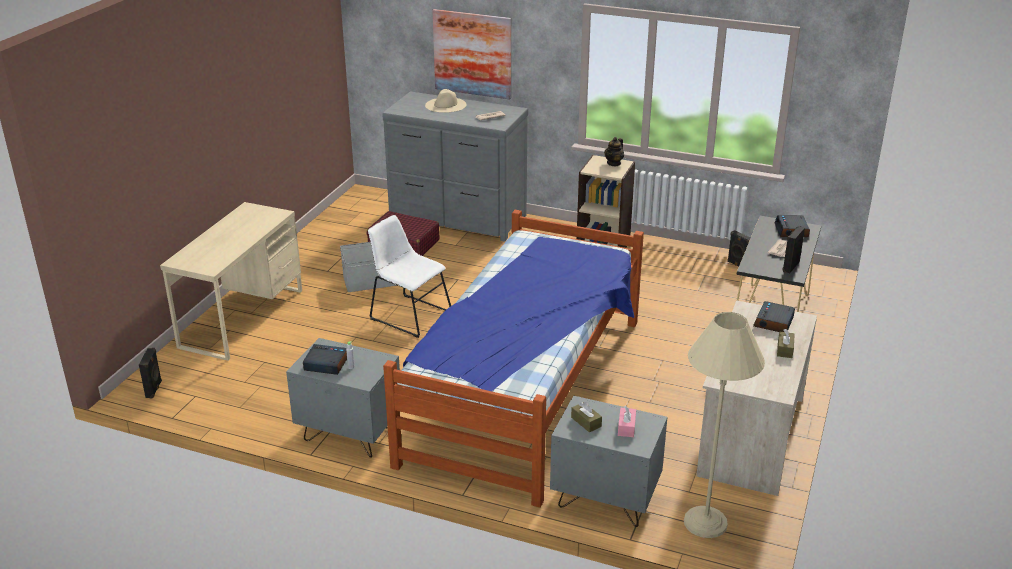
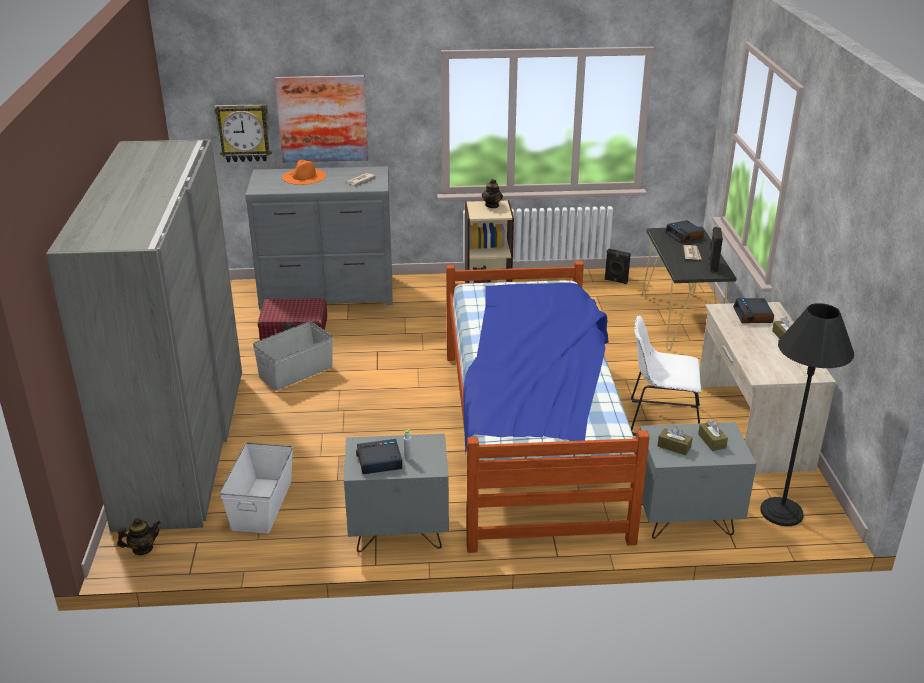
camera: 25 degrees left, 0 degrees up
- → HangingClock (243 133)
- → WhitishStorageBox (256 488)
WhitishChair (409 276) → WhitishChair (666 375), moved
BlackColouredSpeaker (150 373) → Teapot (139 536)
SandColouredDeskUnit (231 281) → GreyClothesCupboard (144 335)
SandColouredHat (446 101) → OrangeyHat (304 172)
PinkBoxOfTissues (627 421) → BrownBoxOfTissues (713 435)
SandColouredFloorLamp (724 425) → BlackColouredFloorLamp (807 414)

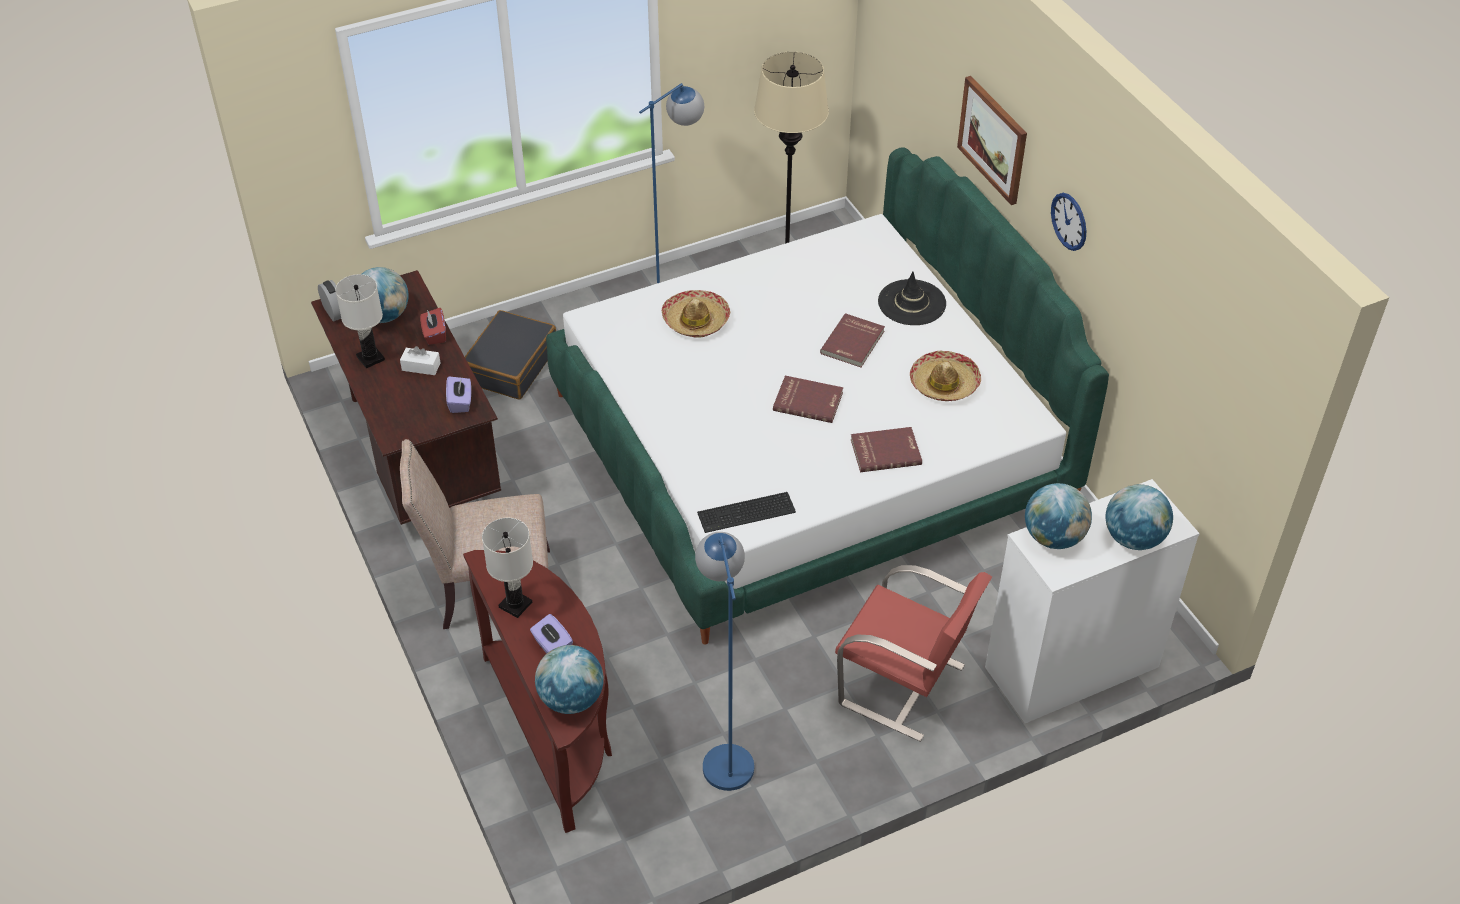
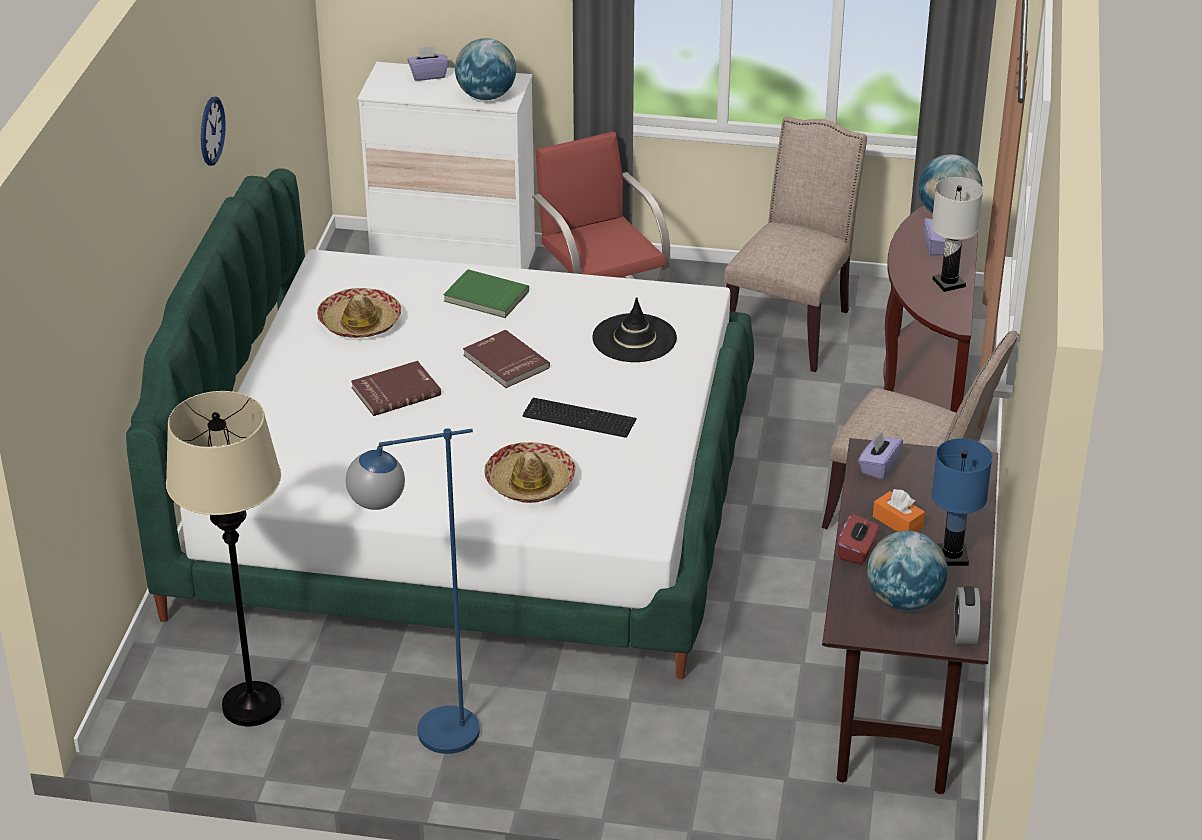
camera: 145 degrees left, 10 degrees down
BlackColouredSuitcase (510 354) → -
WallArt (992 140) → -
Keyboard (746 512) → Keyboard (580 418), moved
BlackColouredHat (912 298) → BlackColouredHat (634 329), moved
BlueFloorLamp (724 661) → SandColouredChair (795 244)
Globe (1139 517) → PurpleColouredBoxOfTissues (428 63)
WhitishTabletopLamp (360 321) → BlueTabletopLamp (961 502)
WhitishBoxOfTissues (420 360) → OrangeyBoxOfTissues (899 510)
RedVolume (886 449) → GreenColouredVolume (486 293)

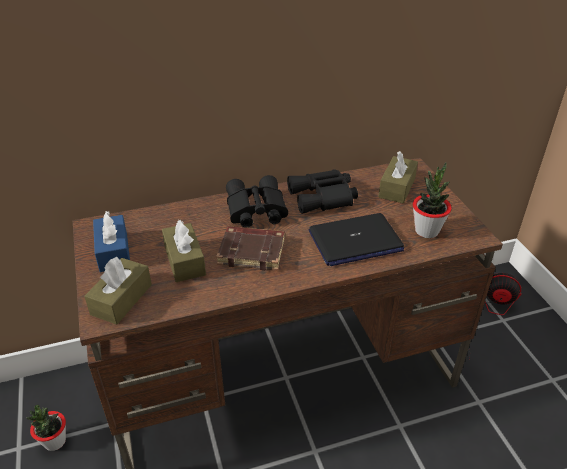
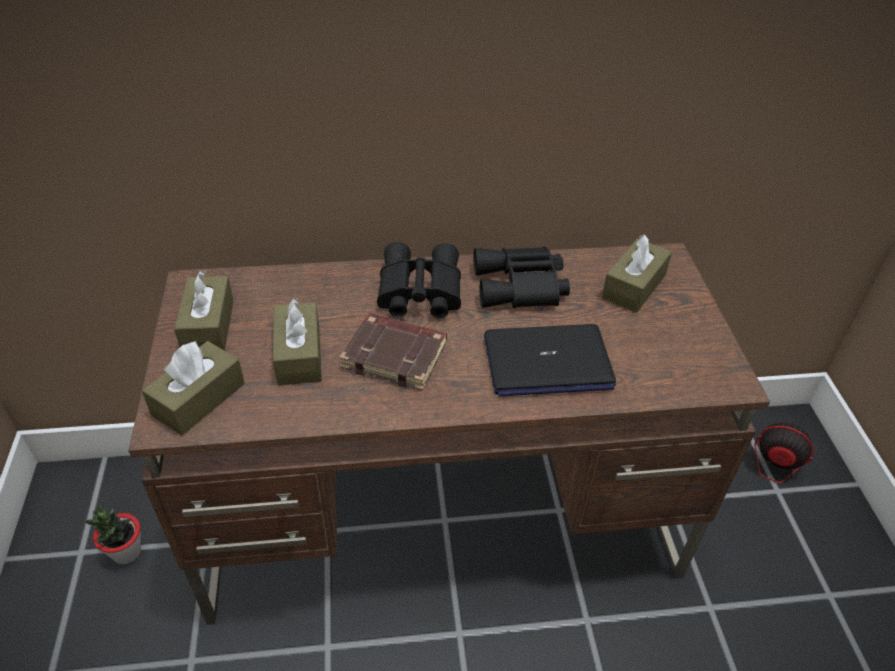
camera: 10 degrees right, 5 degrees up
PottedPlant (432 200) → -
BlueBoxOfTissues (111 241) → BrownBoxOfTissues (204 310)

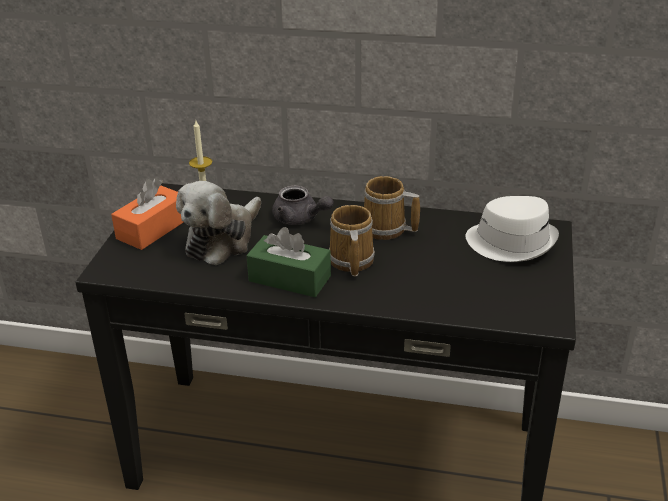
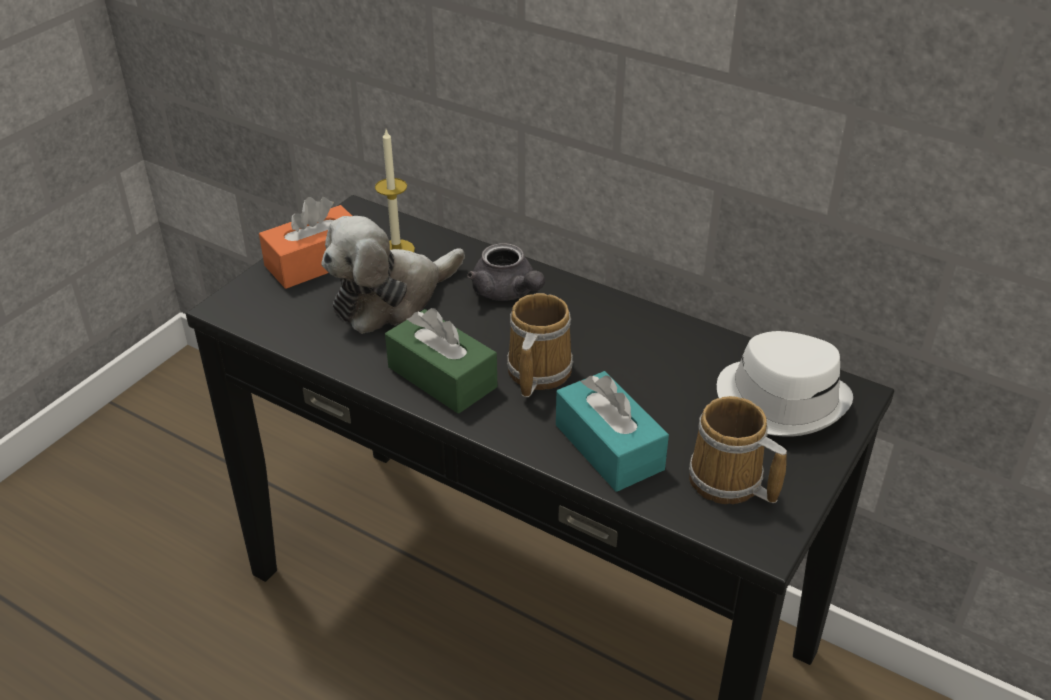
camera: 20 degrees right, 5 degrees up
- → TurquoiseBoxOfTissues (612 431)
Mug (392 208) → Mug (738 450), moved

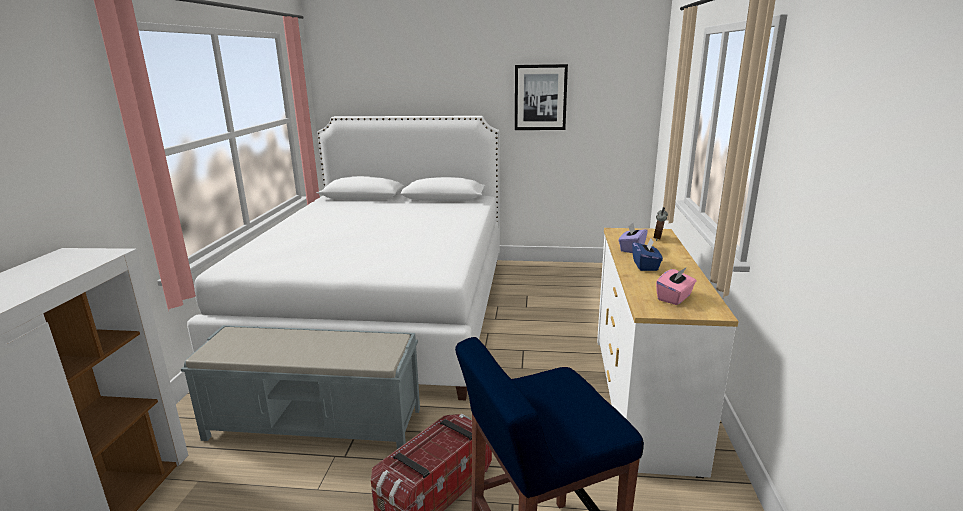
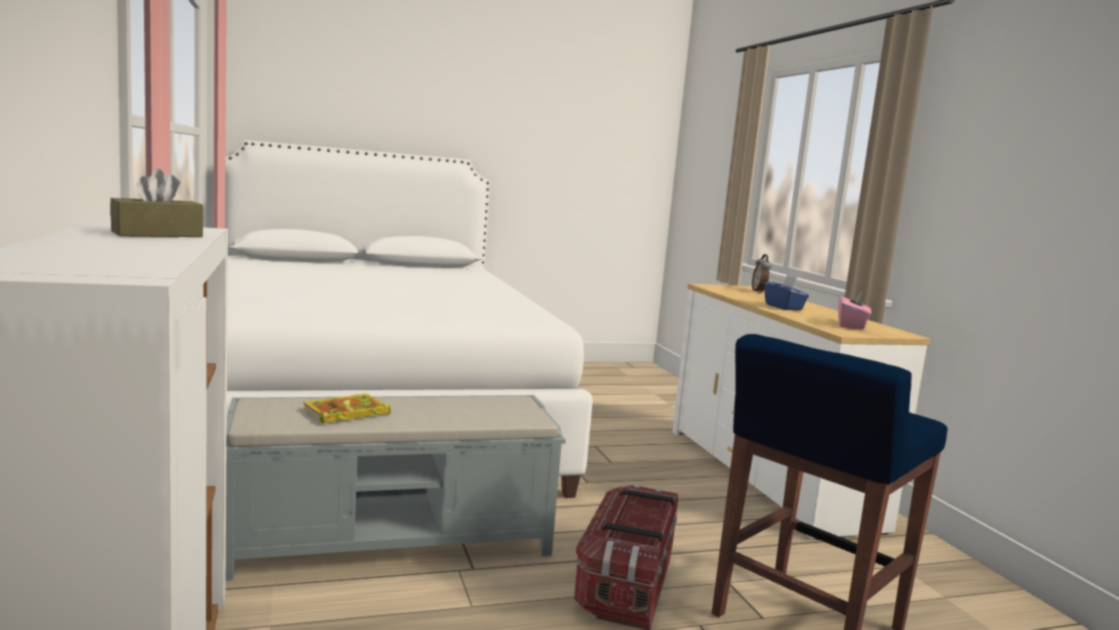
camera: 25 degrees left, 10 degrees down
WallArt (541 97) → -
PurpleColouredBoxOfTissues (633 238) → -
- → BrownBoxOfTissues (156 203)
- → Volume (347 409)

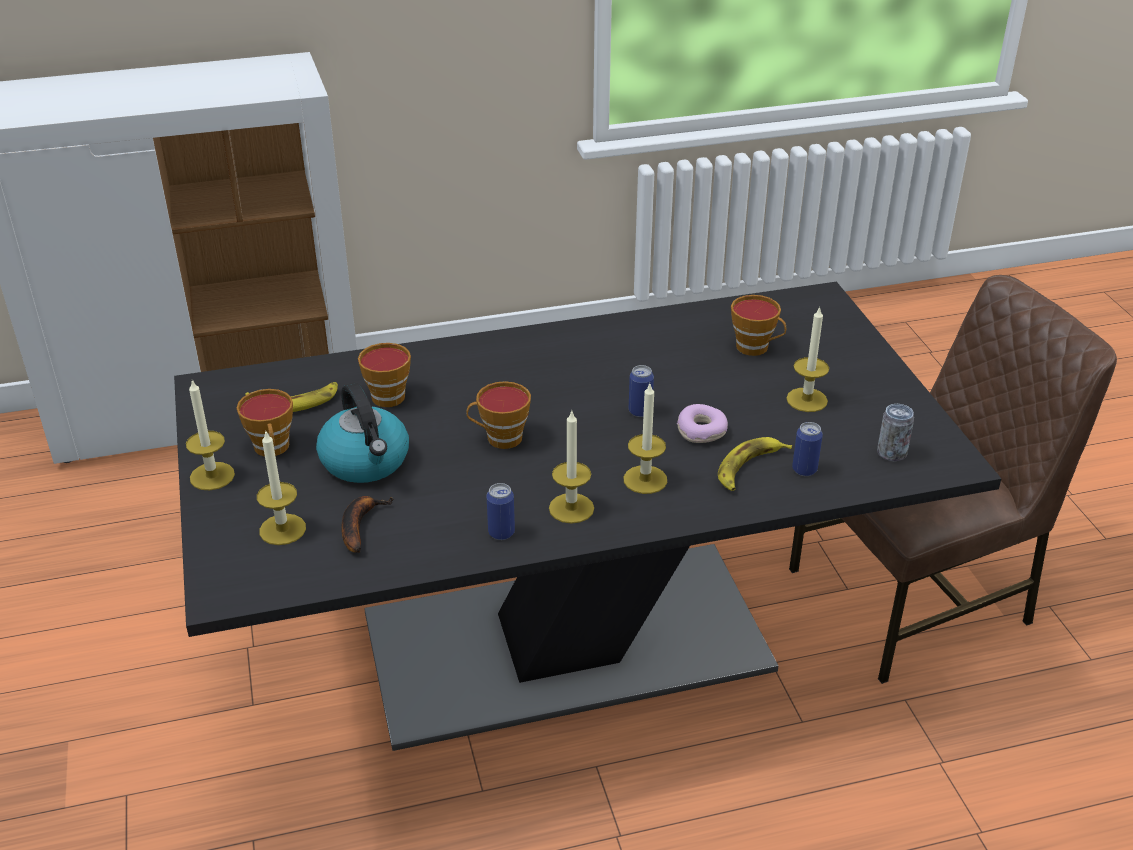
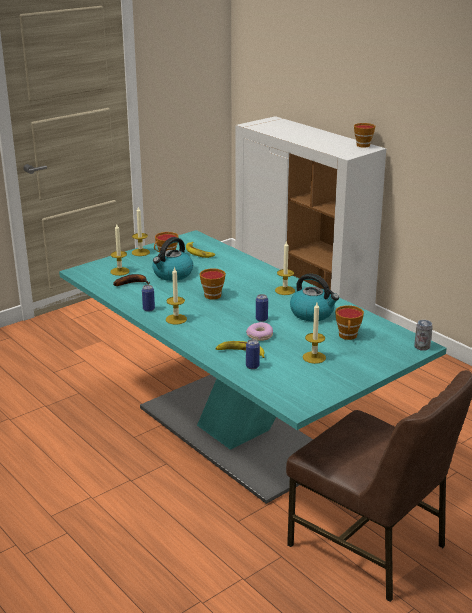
camera: 65 degrees right, 10 degrees down
- → Kettle (314 297)
SmallCup (384 375) → SmallCup (364 135), moved
WaxCandle (645 439) → WaxCandle (285 267), moved
SealedCan (895 432) → SealedCan (423 335), moved
BlackColouredKitchenTable (587 516) → TurquoiseKitchenTable (253 367)

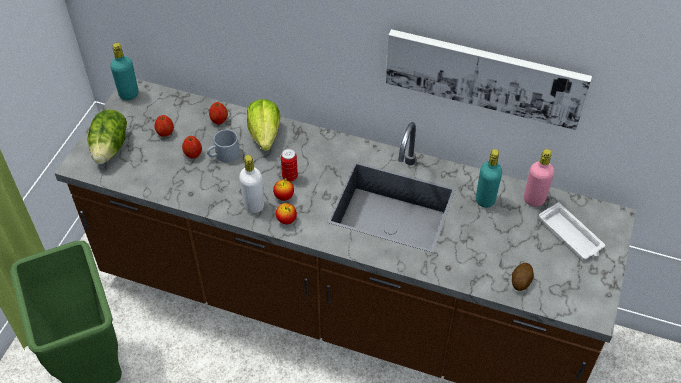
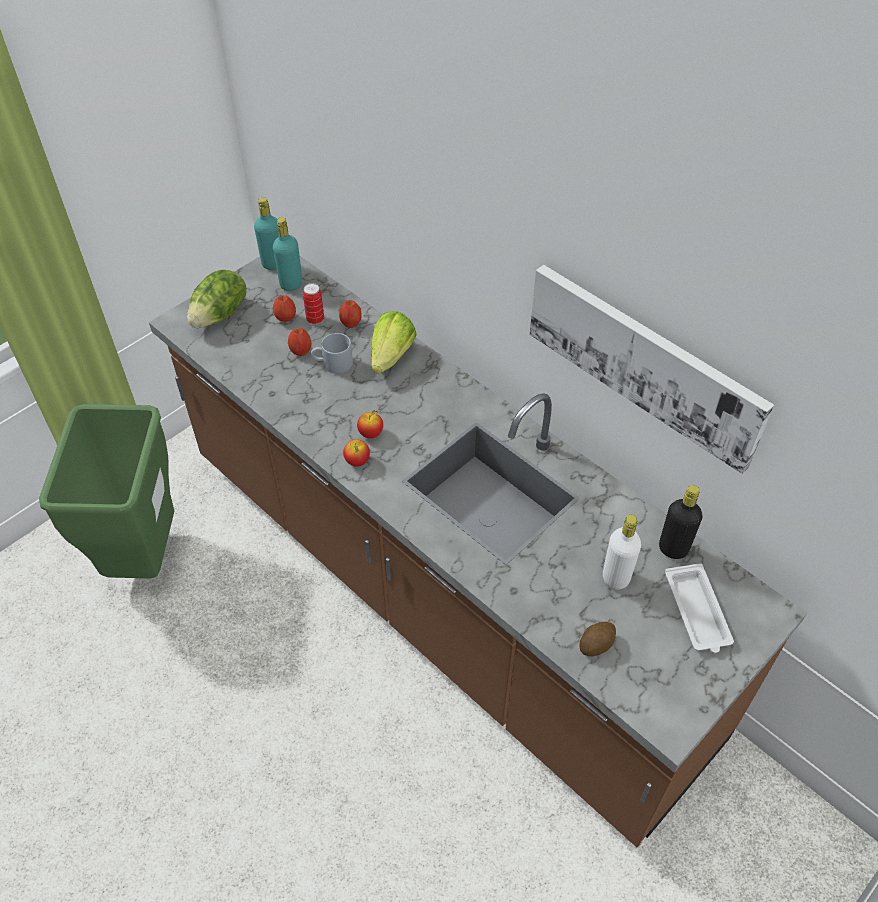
camera: 25 degrees right, 0 degrees up
WhitishDrinkBottle (251 184) → WhitishDrinkBottle (622 552), moved
SealedCan (289 165) → SealedCan (313 303), moved
TurquoiseDrinkBottle (489 178) → TurquoiseDrinkBottle (287 254), moved
PinkDrinkBottle (539 178) → BlackColouredDrinkBottle (680 522)

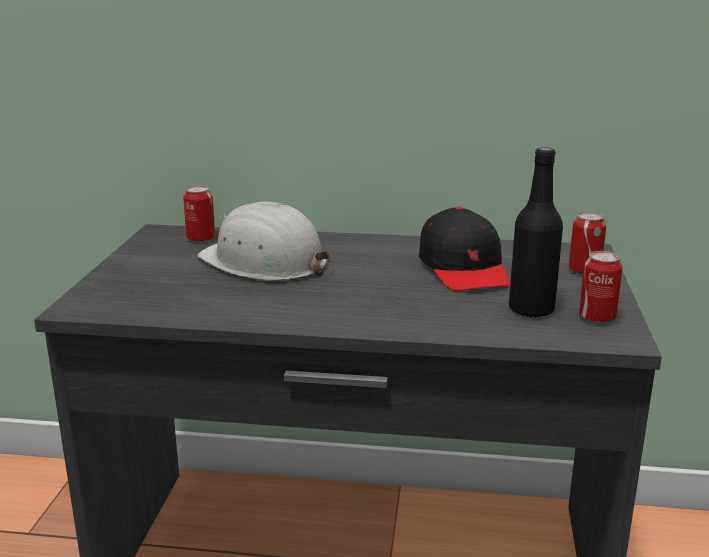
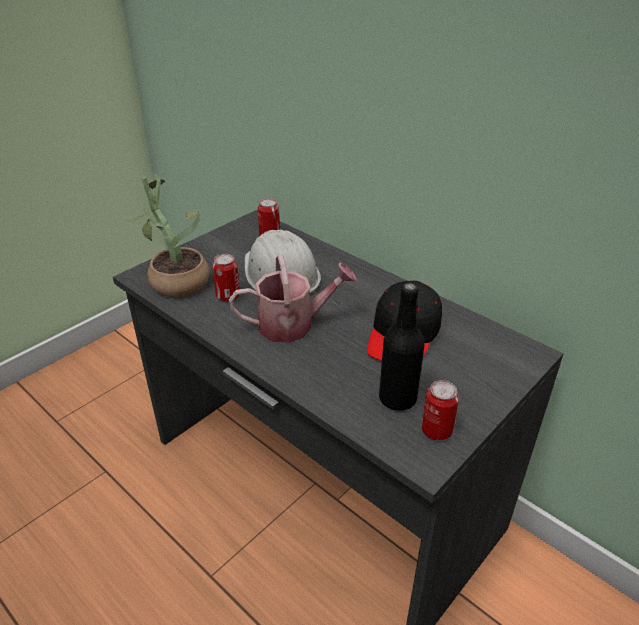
camera: 35 degrees right, 15 degrees up
- → PottedPlant (168 236)
- → WateringCan (293 298)
SealedCan (587 243) → SealedCan (226 277), moved

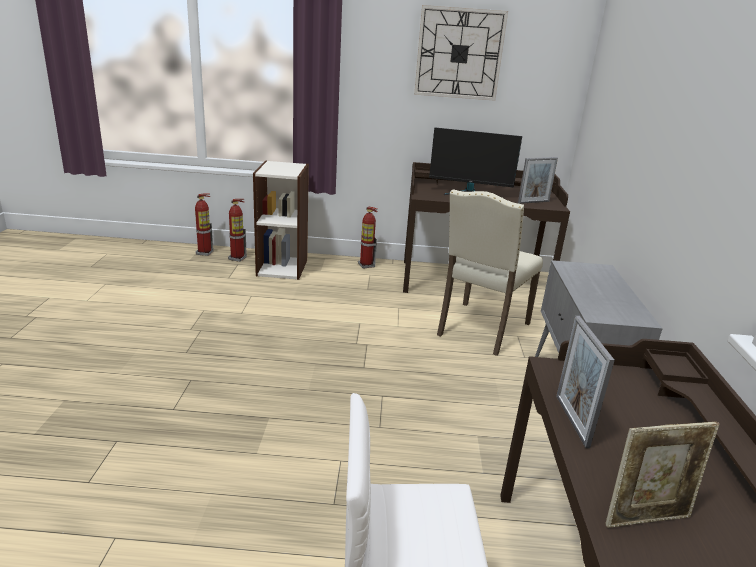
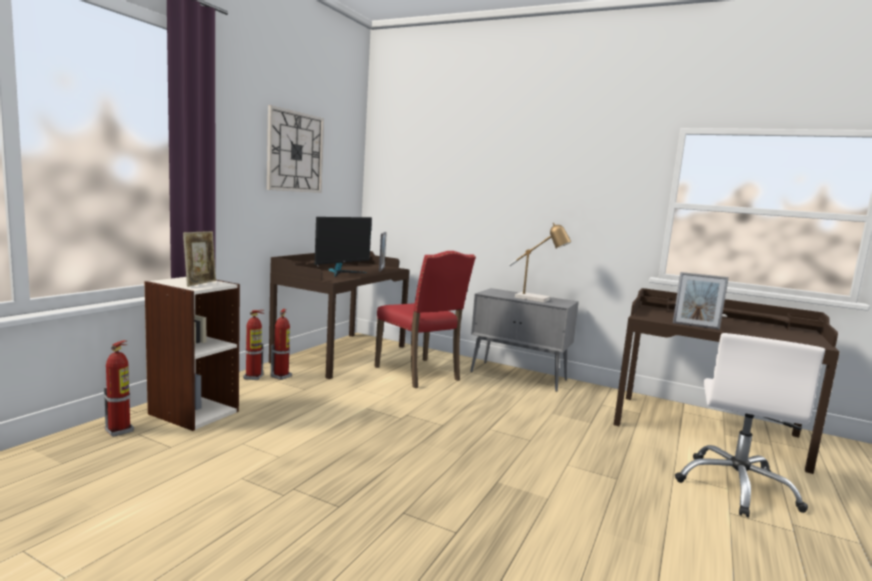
camera: 65 degrees left, 15 degrees down
- → TabletopLamp (540 263)
Extinguisher (204 224) → Extinguisher (281 344), moved
PictureFrame (662 475) → PictureFrame (199 259), moved
SandColouredChair (490 272) → RedChair (425 319)

